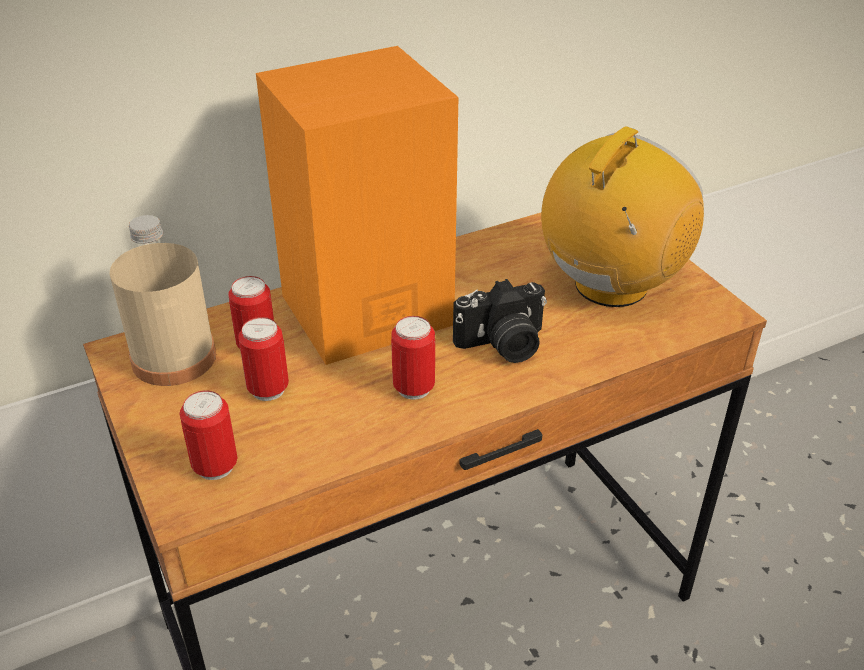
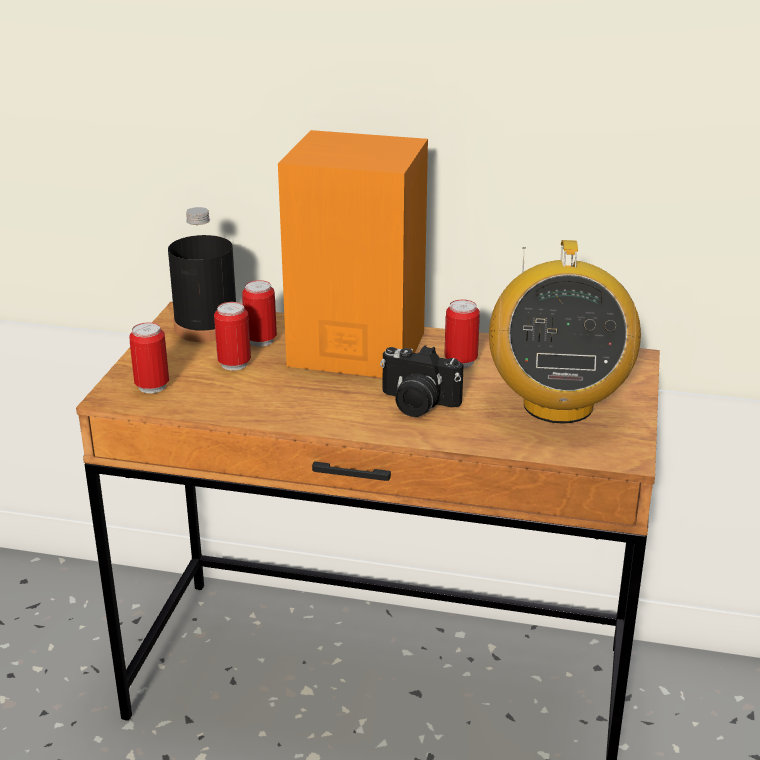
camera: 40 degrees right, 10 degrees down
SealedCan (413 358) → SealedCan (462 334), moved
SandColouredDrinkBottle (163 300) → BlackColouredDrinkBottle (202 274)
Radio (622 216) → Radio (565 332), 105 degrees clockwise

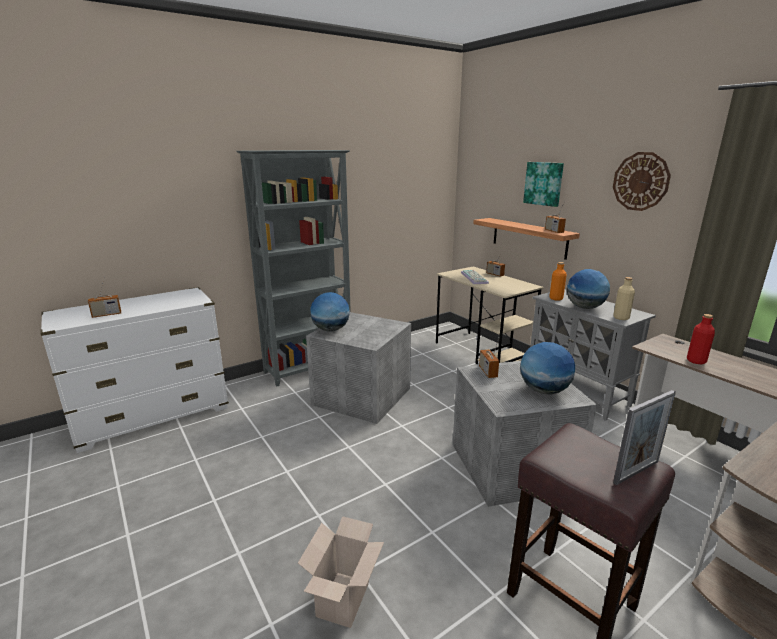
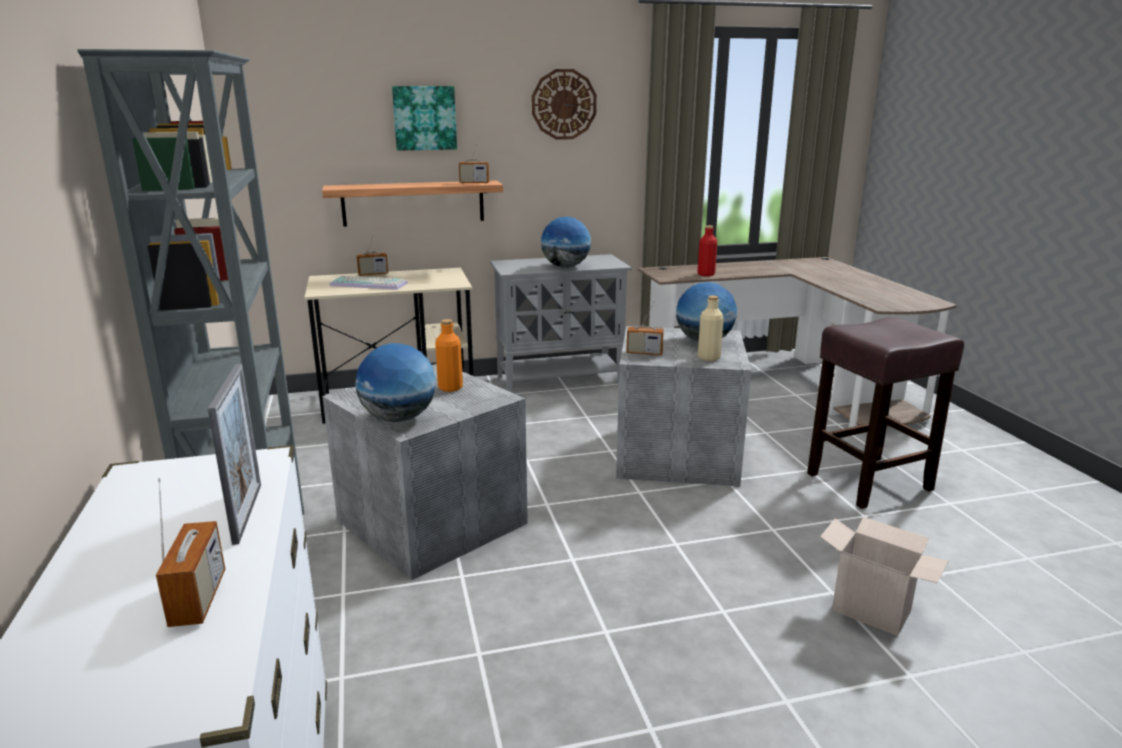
camera: 70 degrees left, 0 degrees up
OrangeyDrinkBottle (558 281) → OrangeyDrinkBottle (449 355), moved
SandColouredDrinkBottle (624 298) → SandColouredDrinkBottle (711 328), moved
PictureFrame (644 437) → PictureFrame (234 454), moved

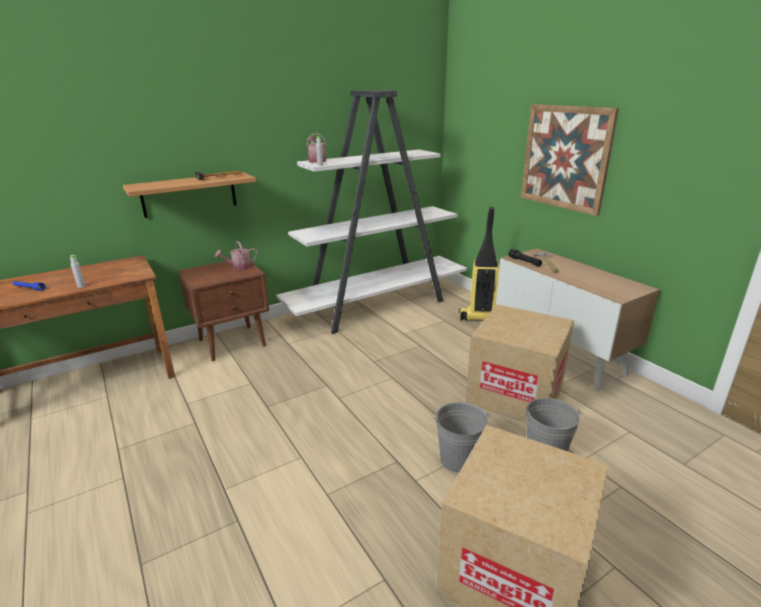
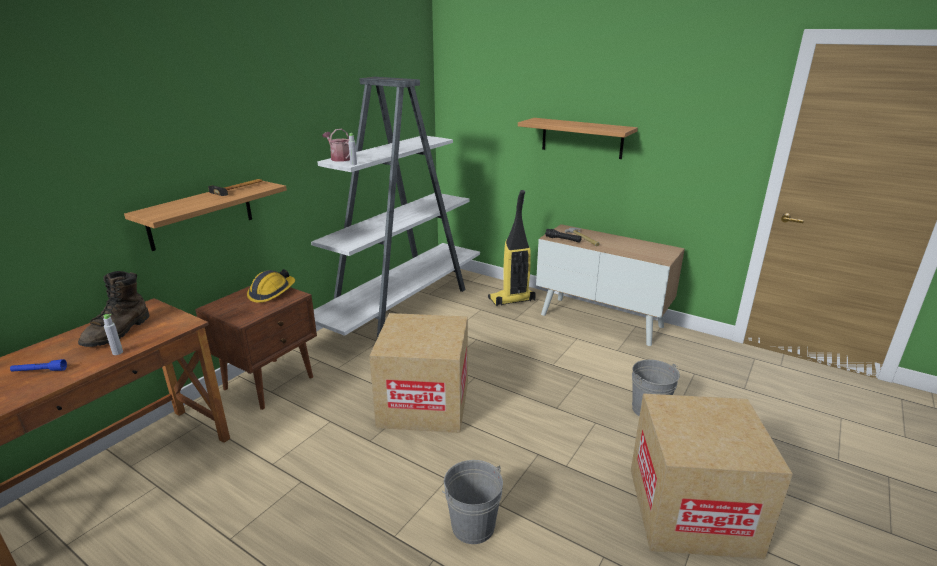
camera: 25 degrees left, 0 degrees up
- → BrownBoot (113 309)
GreyWaterBucket (461 437) → GreyWaterBucket (472 502), moved
CardboardBox (520 363) → CardboardBox (418 373), moved
WateringCan (236 255) → WorkHelmet (271 286)
WallArt (570 160) → BracketShelf (578 138)

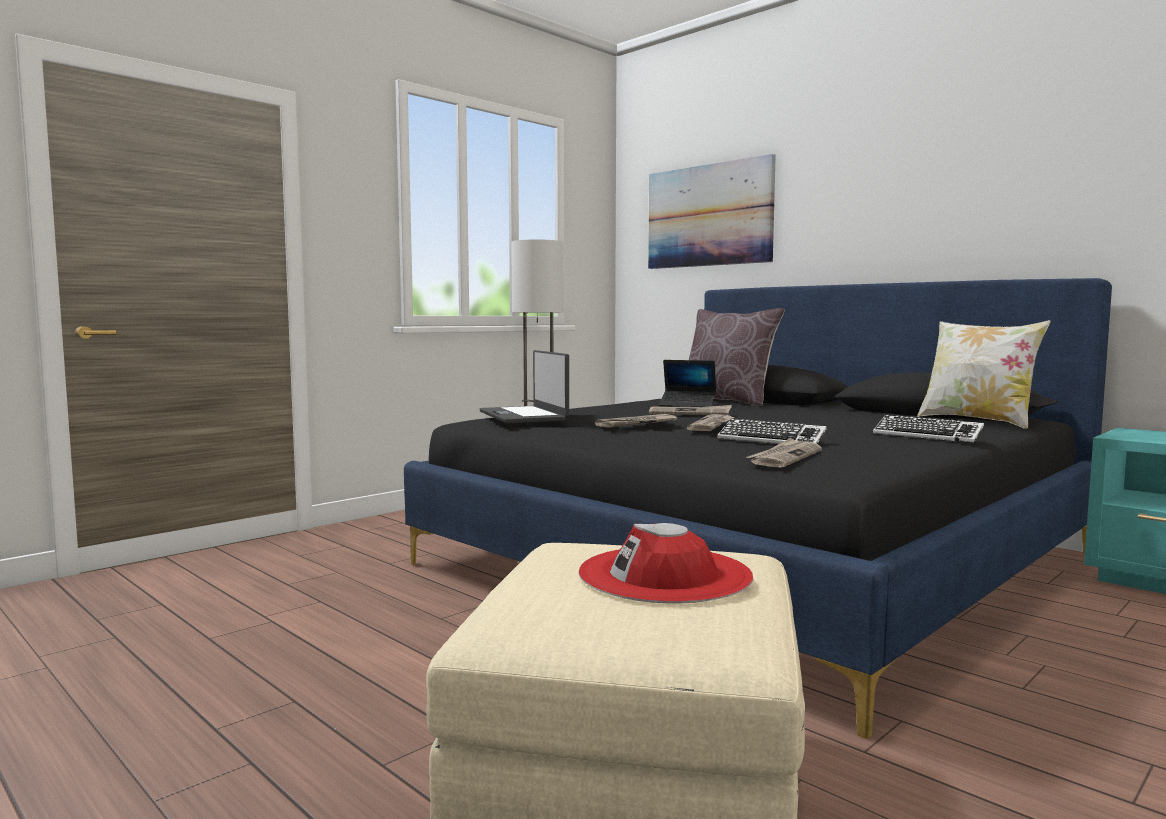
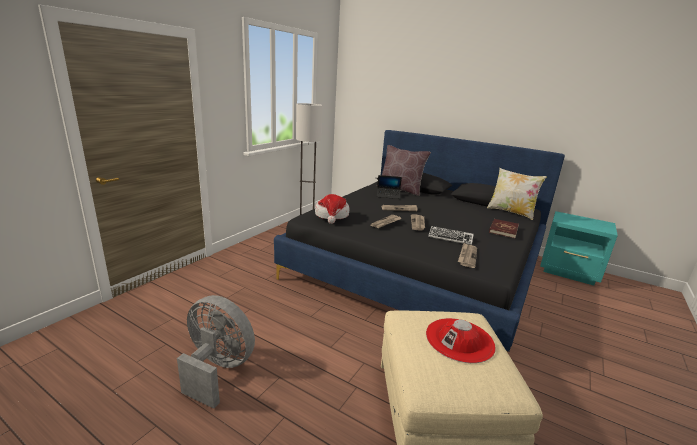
camera: 15 degrees left, 15 degrees up
WallArt (712 211) → -
- → GreyElectricFan (216 352)
Laptop (524 386) → Hat (332 209)
Keyboard (928 429) → RedVolume (504 228)

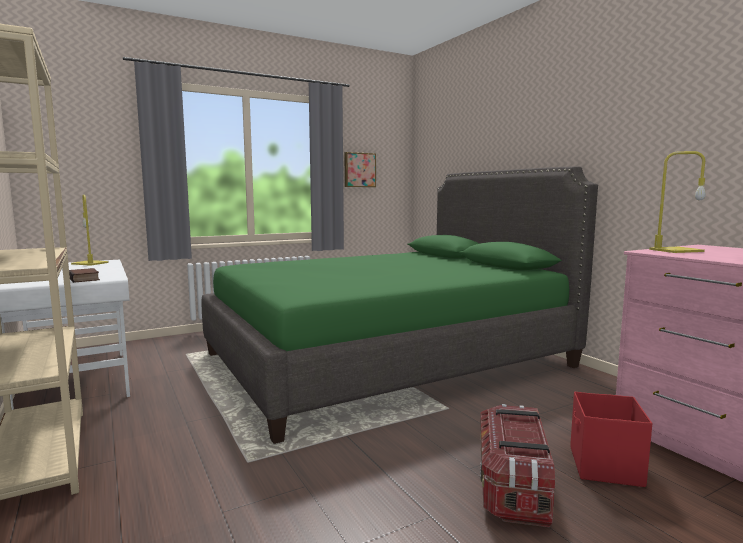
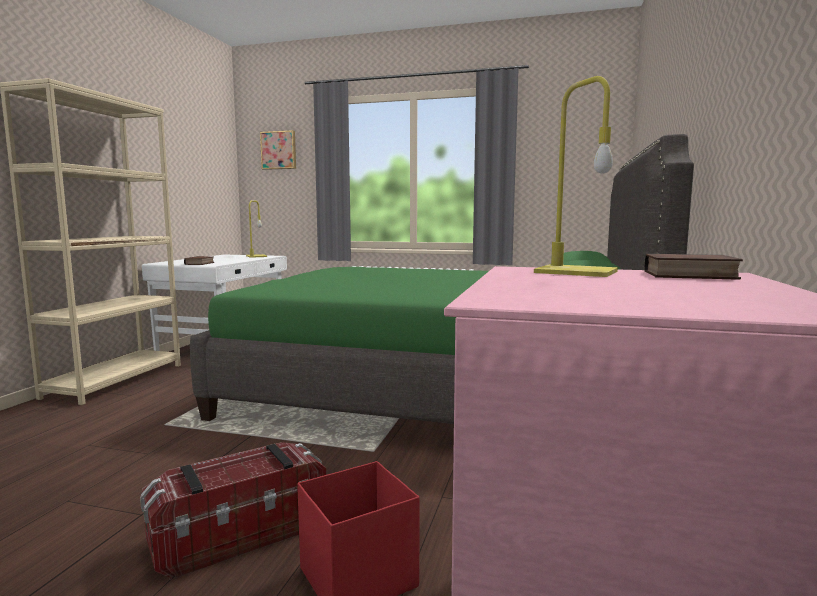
camera: 45 degrees right, 0 degrees up
- → Volume (694 267)
WallArt (360 169) → WallArt (278 150), moved

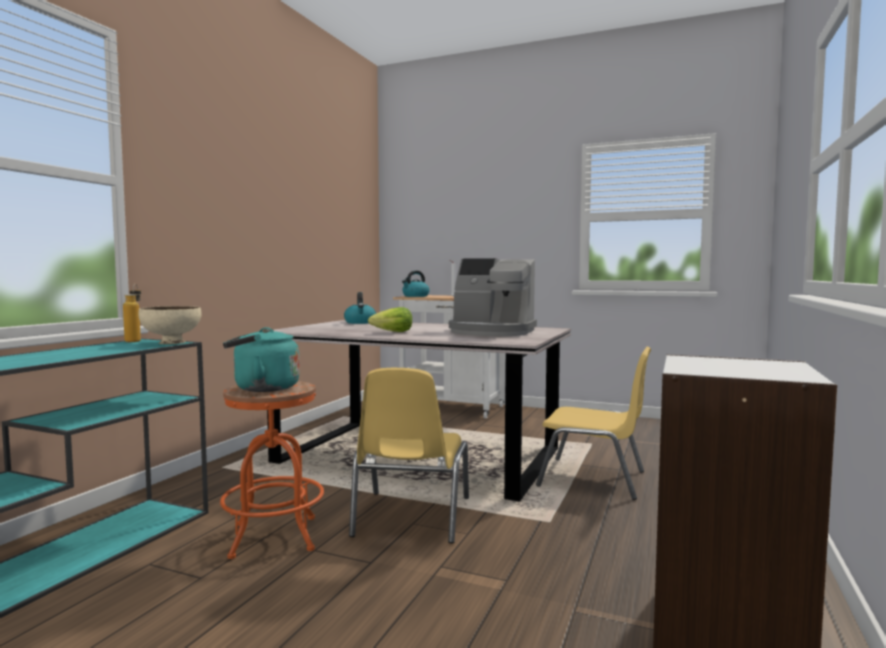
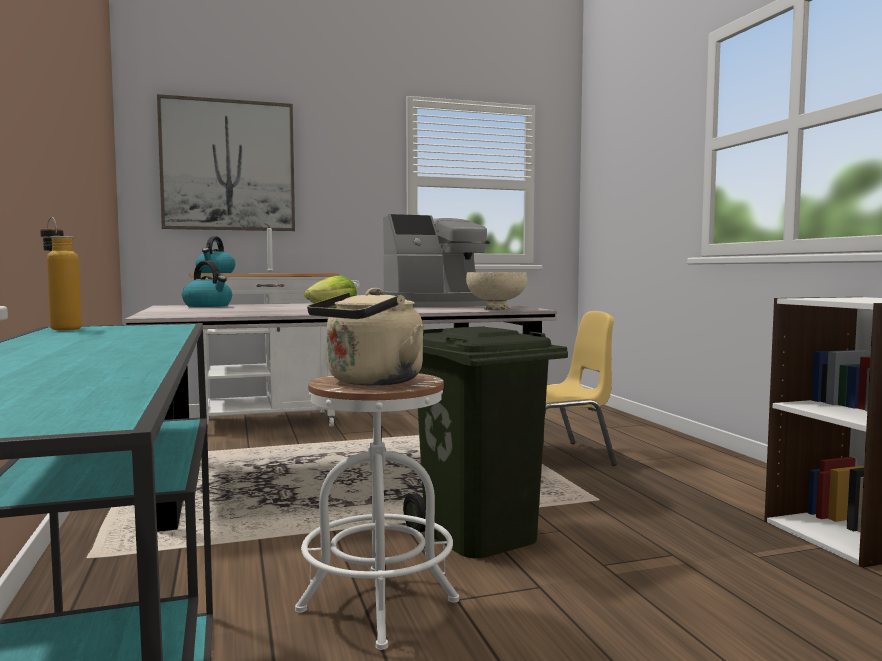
camera: 40 degrees left, 0 degrees up
- → WallArt (226 162)
SandColouredServingBowl (170 325) → SandColouredServingBowl (496 291), moved
YellowishChair (409 455) → GreenColouredTrashCan (485 442)
OrangeyStool (272 470) → WhitishStool (377 511)
TurquoiseKettle (261 359) → SandColouredKettle (366 336)

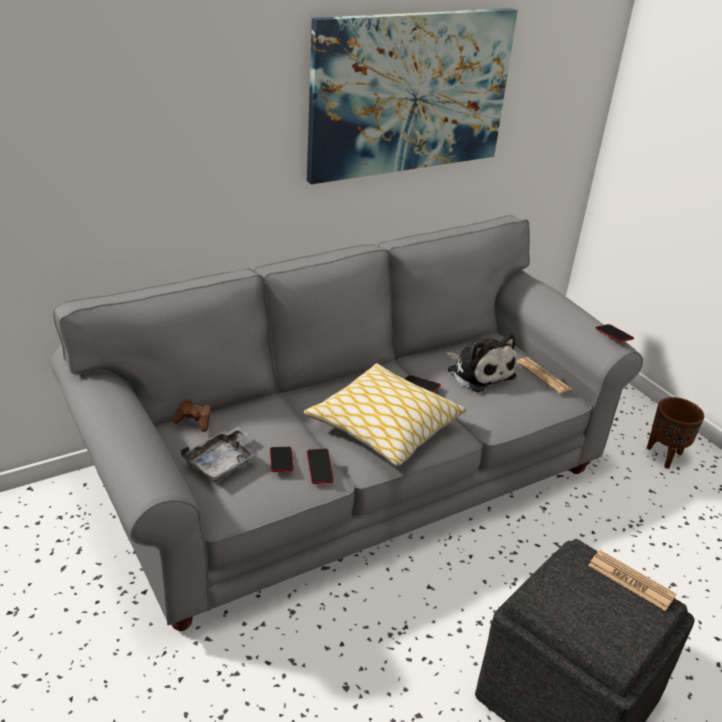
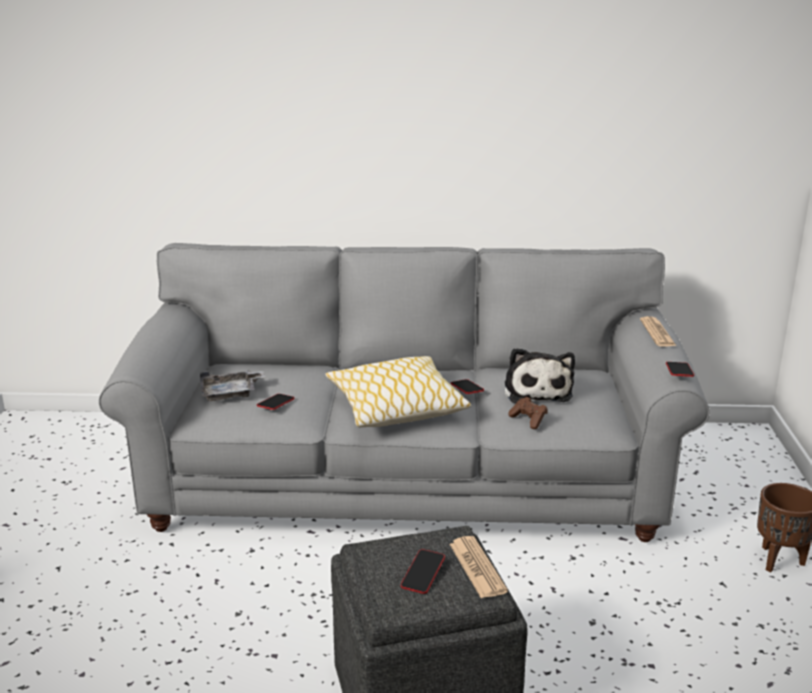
camera: 35 degrees right, 10 degrees down
WallArt (412 96) → -
BrownGameController (192 415) → BrownGameController (528 413), moved
Telephone (320 466) → Telephone (423 571), moved
Newspaper (544 375) → Newspaper (658 331), moved

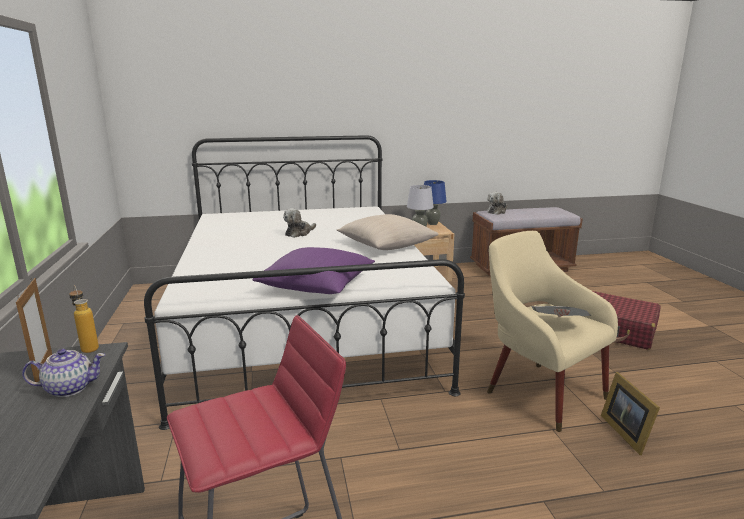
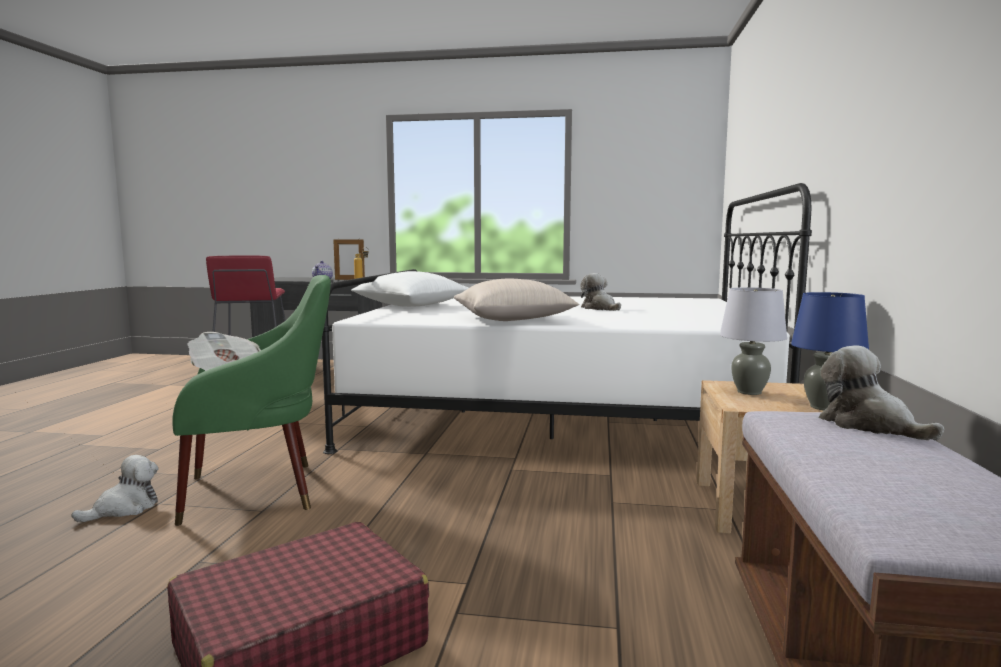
camera: 110 degrees right, 10 degrees down
PictureFrame (630 413) → PlushToy (115 488)
PurpleColouredThrowPillow (313 270) → WhitishThrowPillow (410 289)
SandColouredArmchair (552 331) → GreenColouredArmchair (251 400)

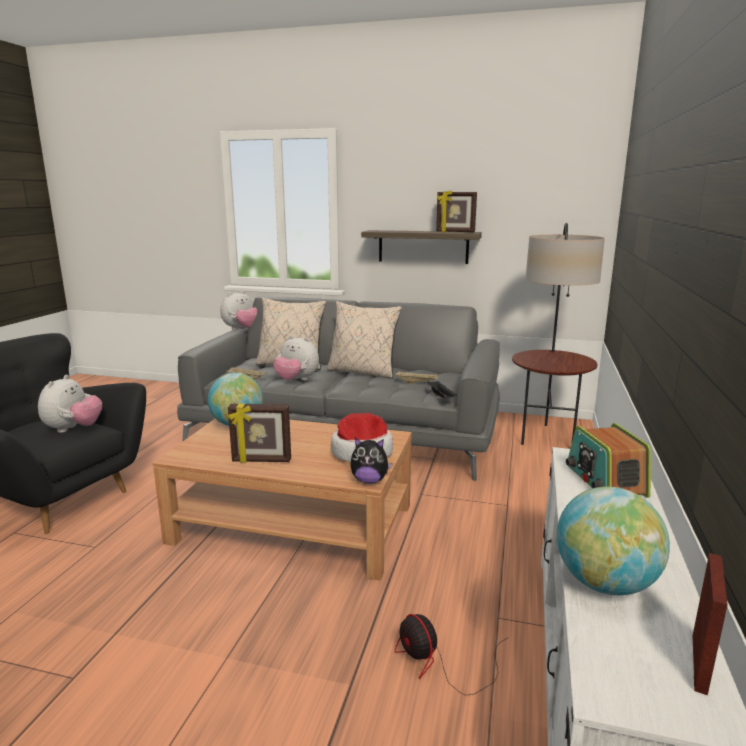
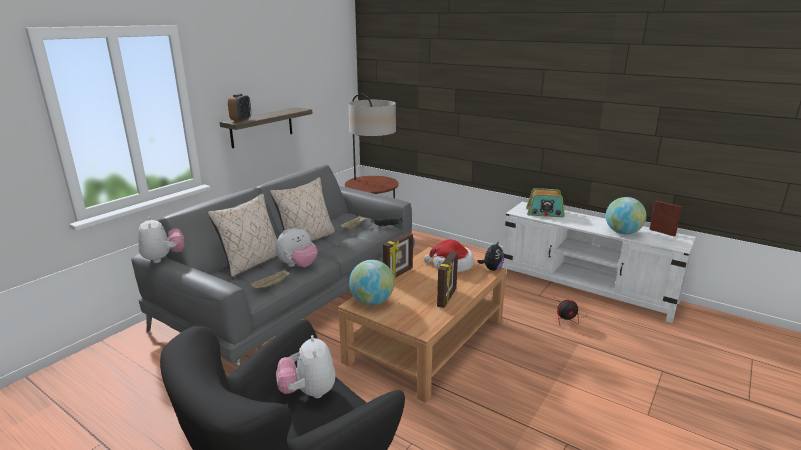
camera: 70 degrees left, 5 degrees up
- → TableClock (239 107)
PictureFrame (456 211) → PictureFrame (398 256), moved
PlushToy (70 404) → PlushToy (306 366), 135 degrees counterclockwise

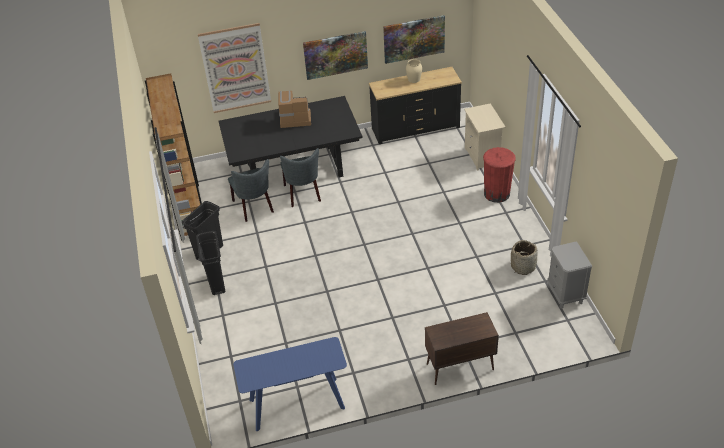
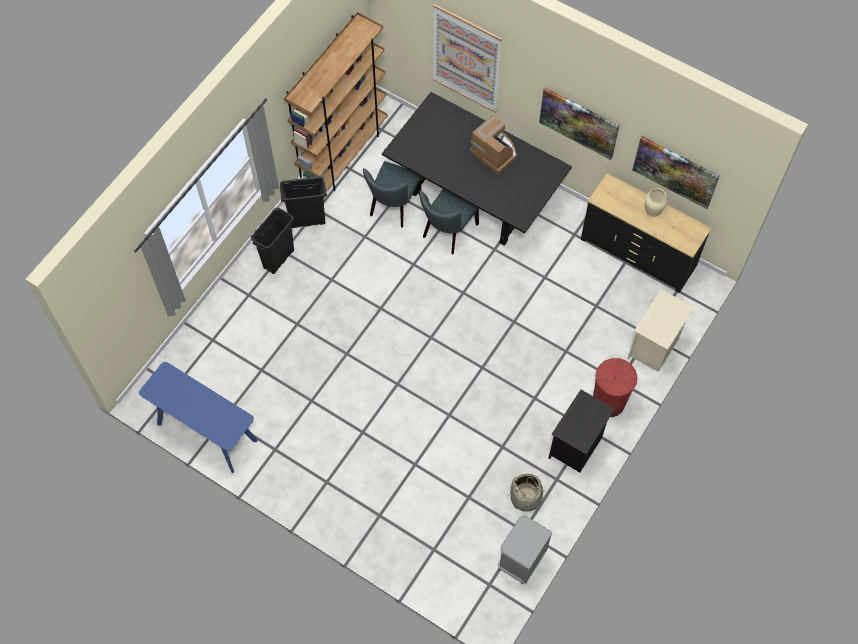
camera: 45 degrees right, 20 degrees up
BrownCabinet (462 348) → -
- → BlackColouredNightstand (582 431)

